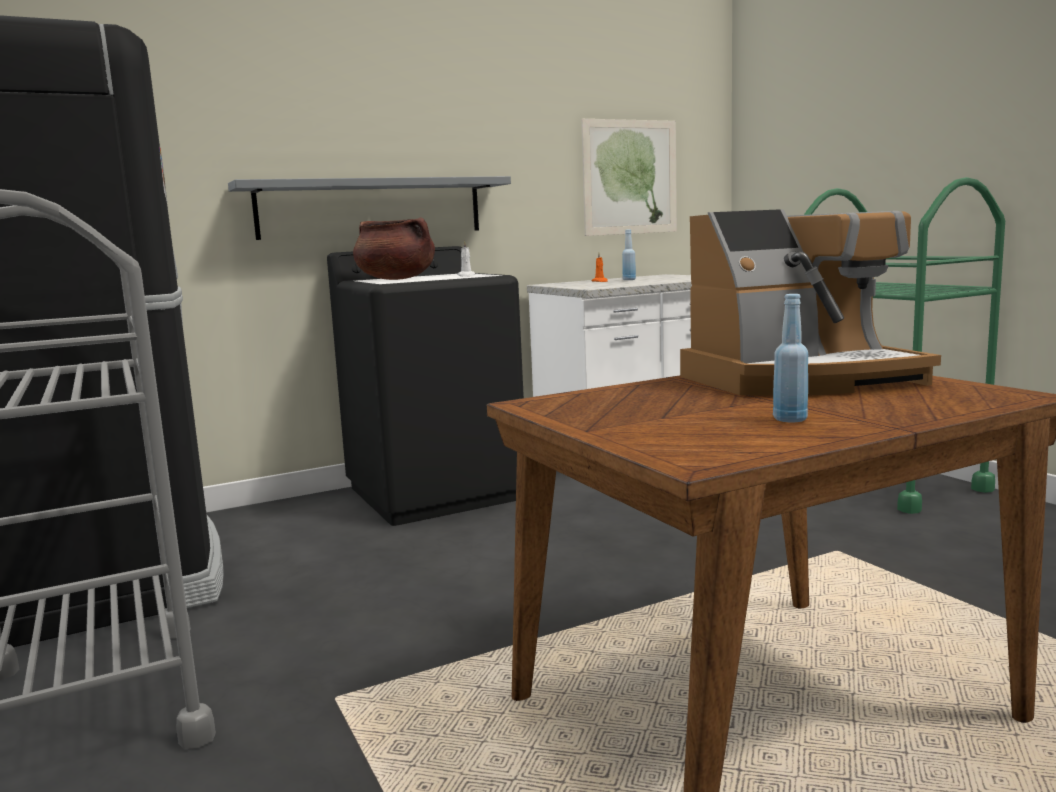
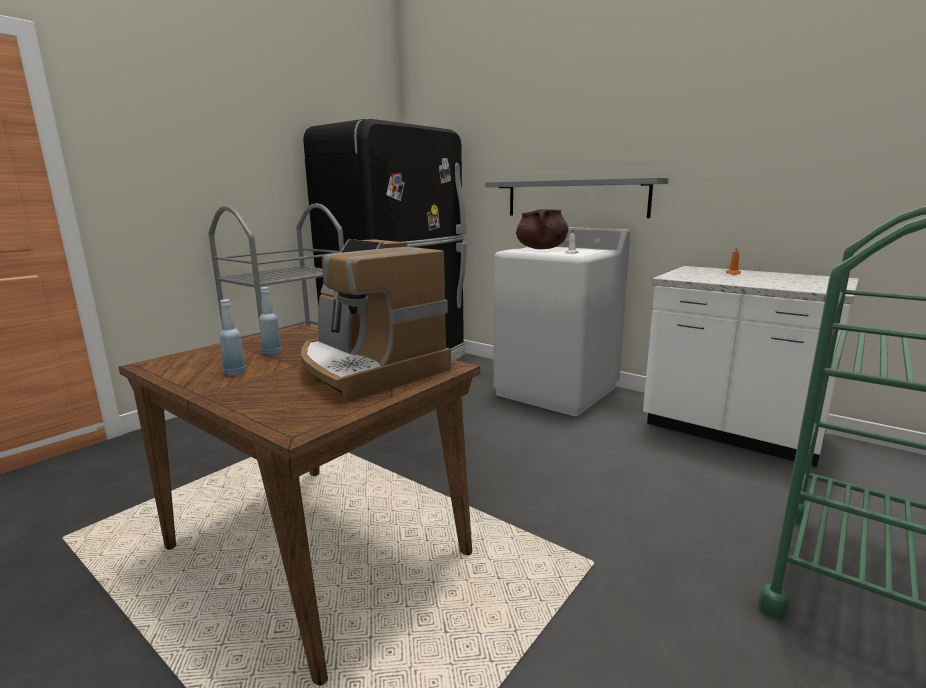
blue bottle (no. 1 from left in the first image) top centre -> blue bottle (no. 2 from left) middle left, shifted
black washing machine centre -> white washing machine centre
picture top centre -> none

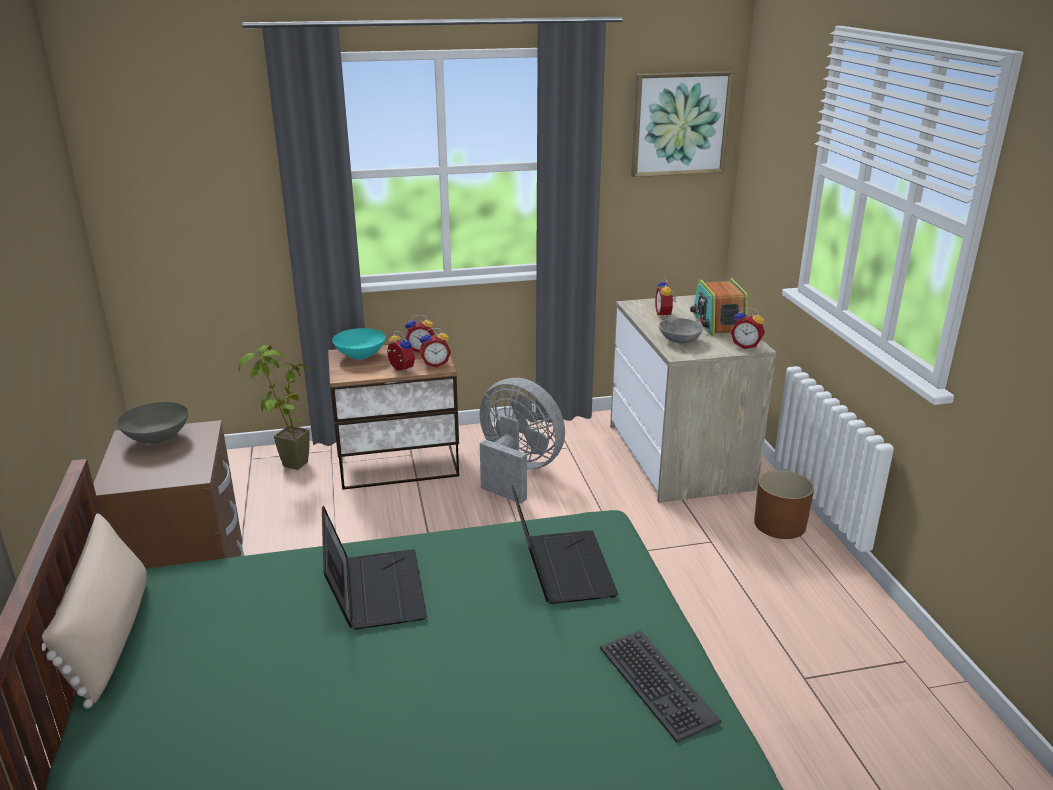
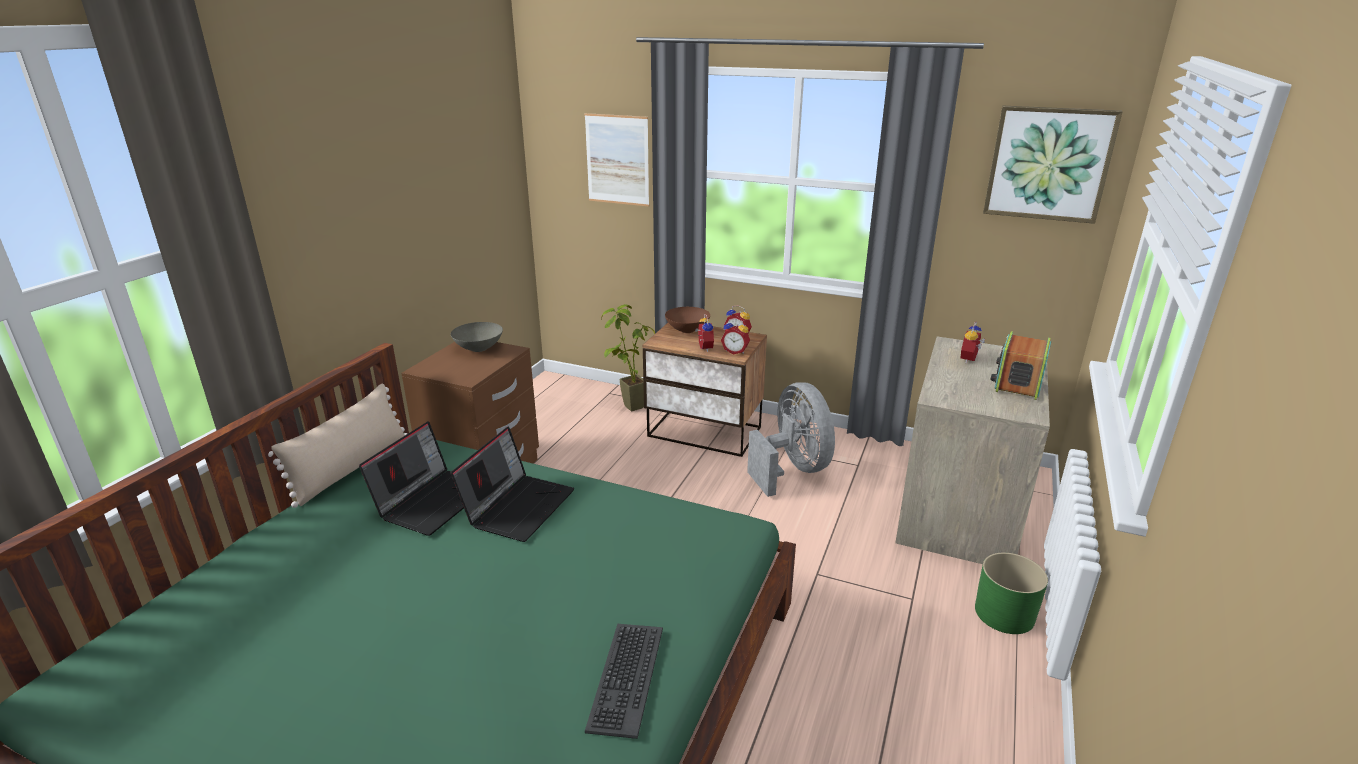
laptop (no. 2 from left in the first image) bottom centre -> laptop (no. 1 from left) middle left, shifted
none -> picture (no. 1 from left) top centre
turquoise bowl centre -> brown bowl centre
brown planter middle right -> green planter bottom right
grey bowl (no. 2 from left) centre -> none
alarm clock (no. 5 from left) middle right -> none

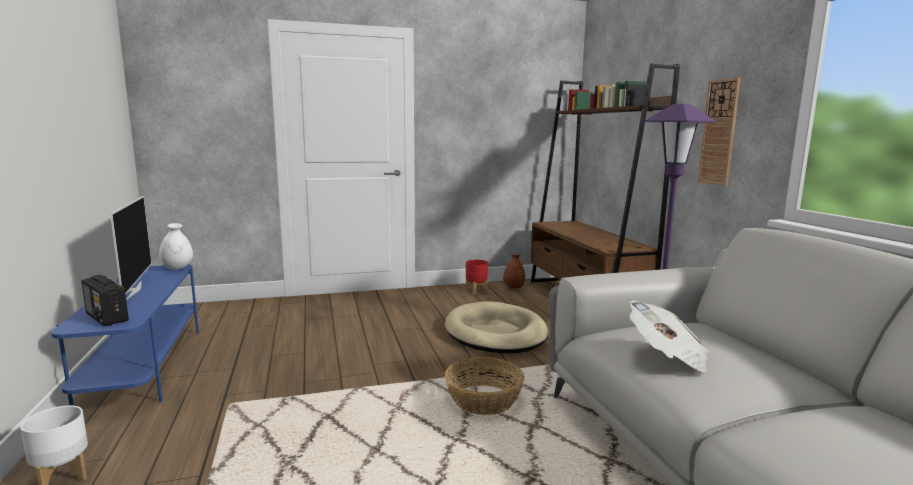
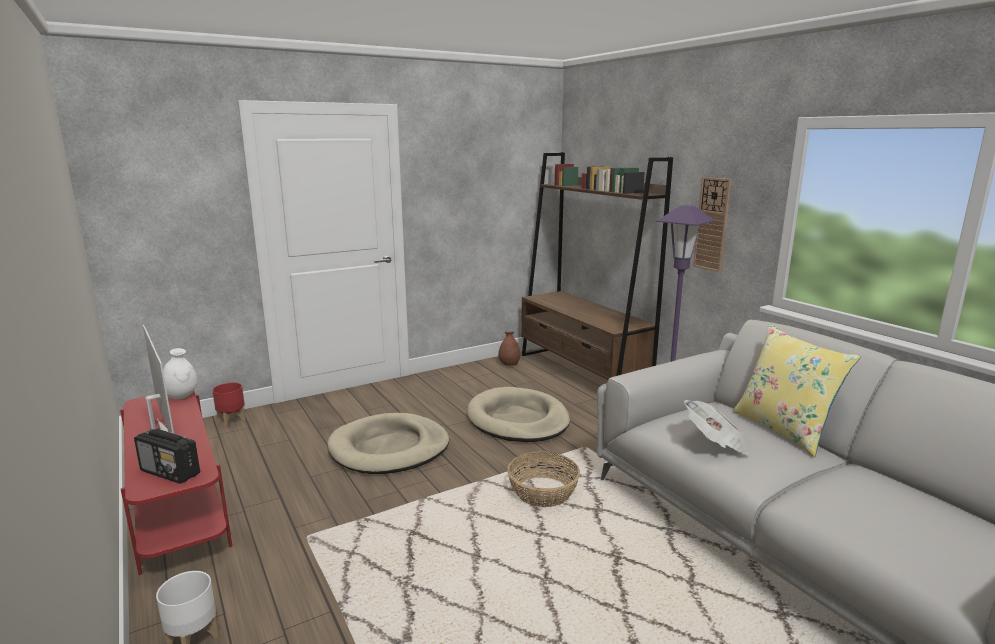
blue tv stand bottom left -> red tv stand bottom left
red planter centre -> red planter middle left, shifted
none -> beige dog bed (no. 1 from left) bottom centre
none -> yellow pillow middle right

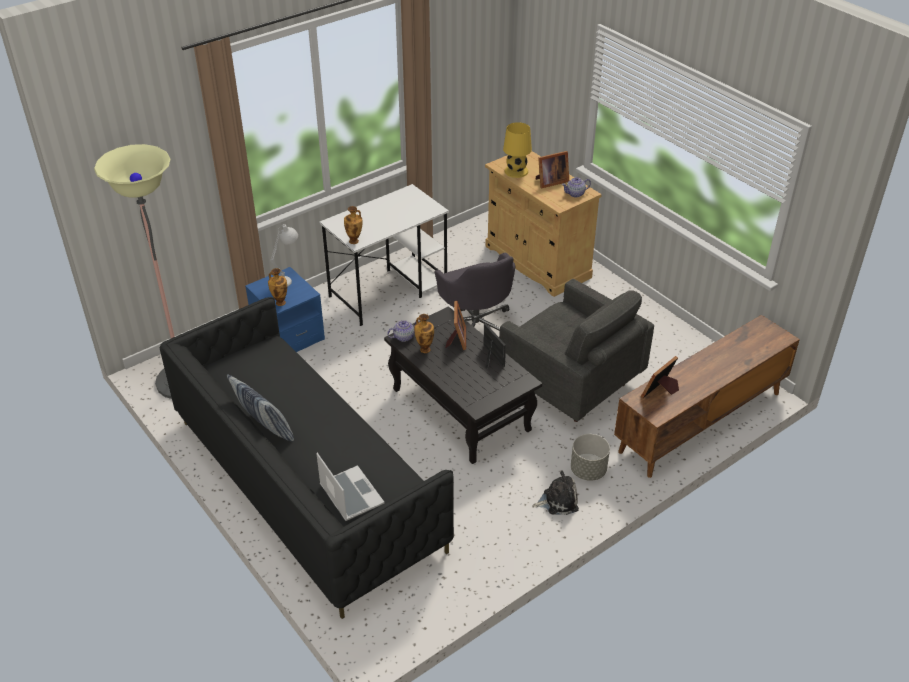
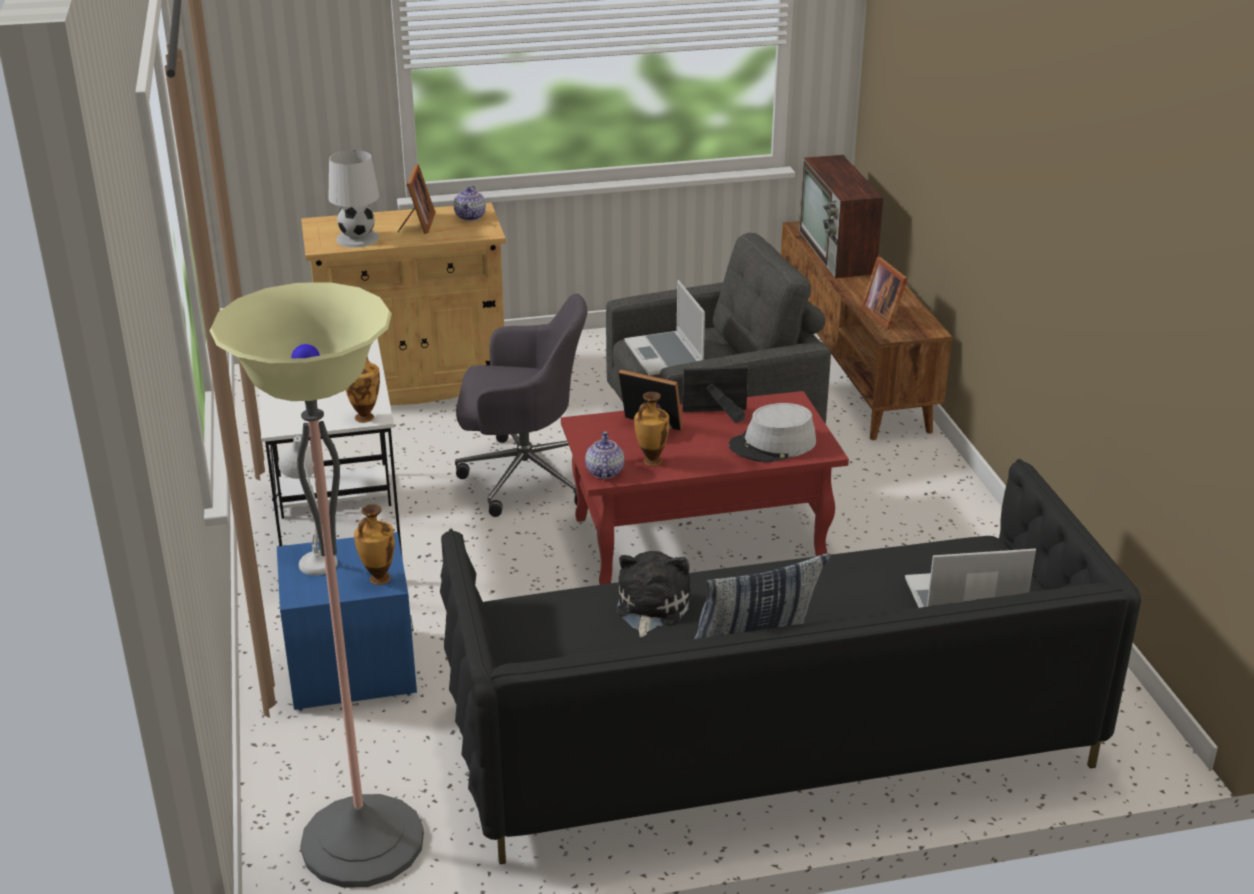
yellow table lamp top centre -> white table lamp (no. 2 from left) top left
black coffee table centre -> red coffee table centre
plush toy bottom centre -> plush toy centre, shifted
none -> laptop (no. 1 from left) centre
none -> grey hat centre
none -> television top right
grey planter bottom centre -> none

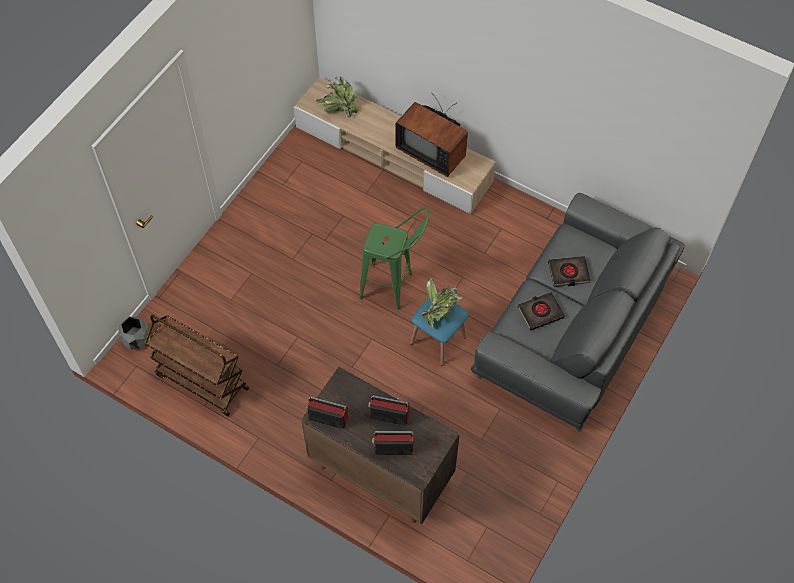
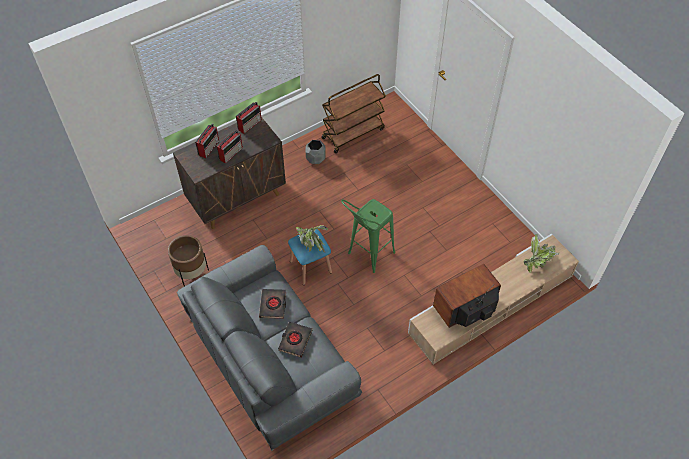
none -> brown planter middle left
grey planter middle left -> grey planter top centre, shifted

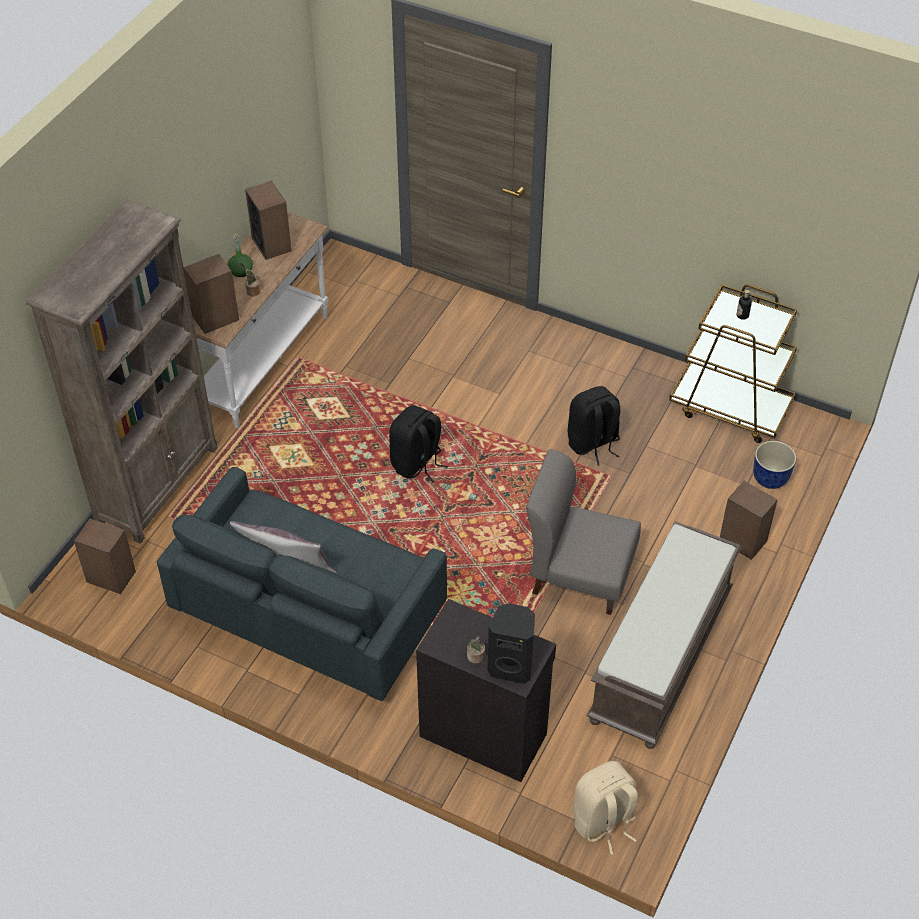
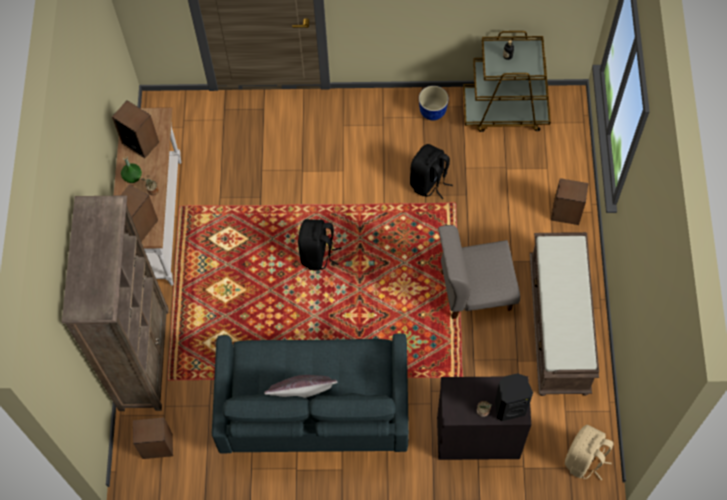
planter middle right -> planter top centre, shifted

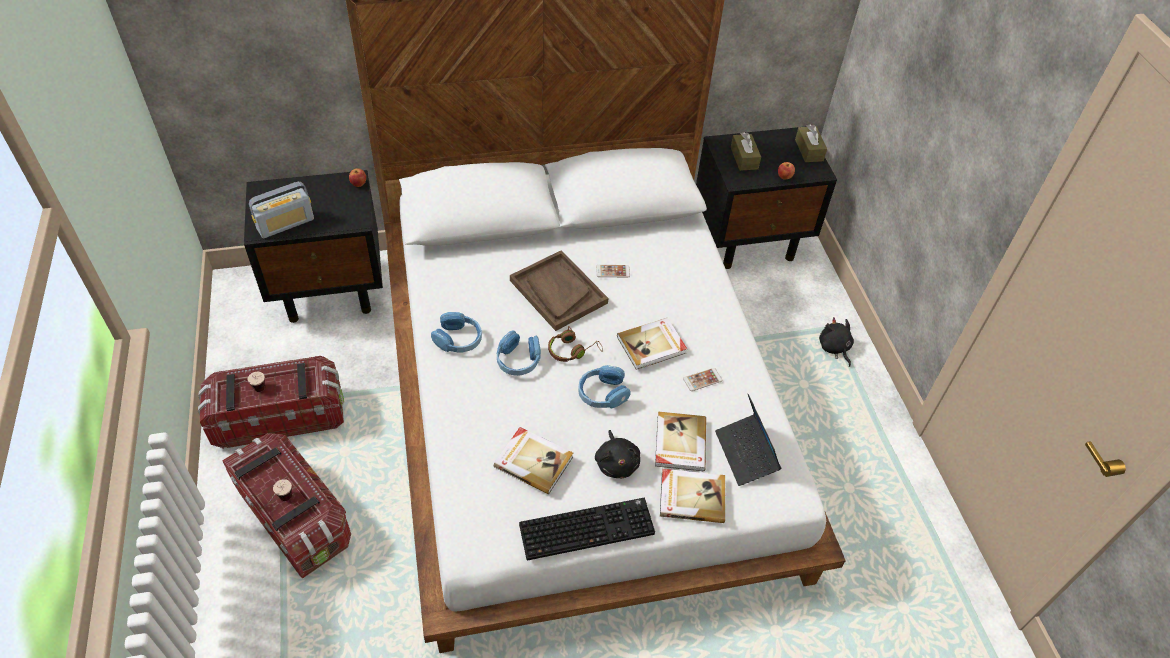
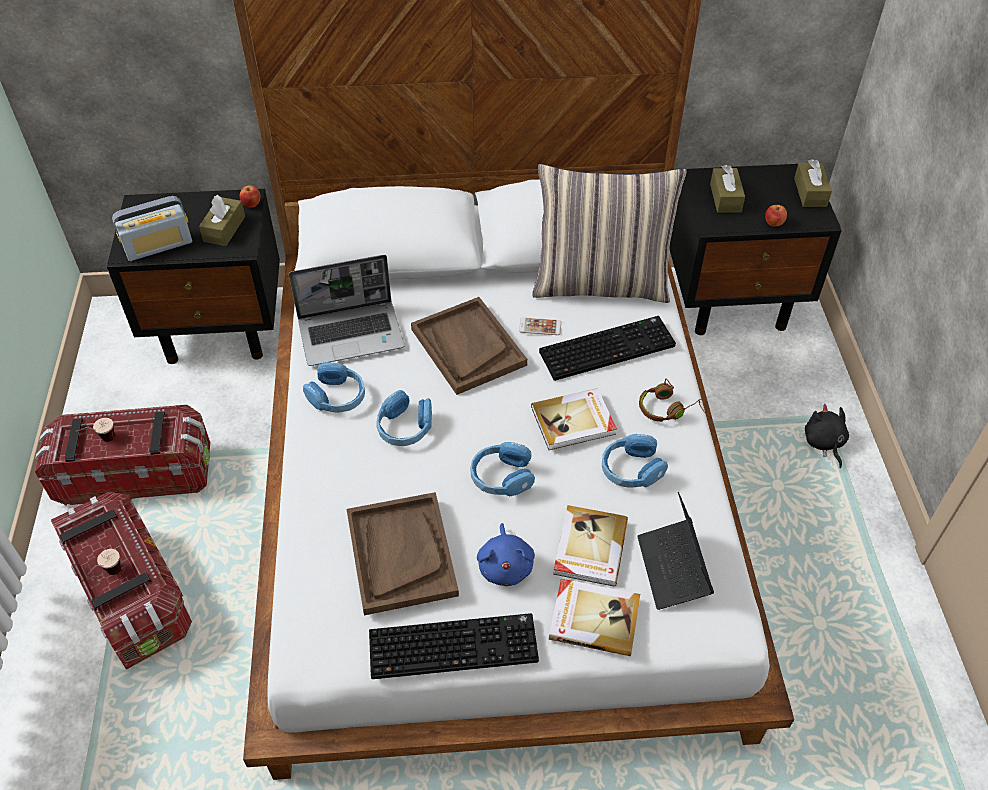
none -> brown tissue box (no. 1 from left) top left
none -> laptop (no. 1 from left) centre
book (no. 1 from left) bottom centre -> brown tray (no. 1 from left) bottom centre
black plush toy (no. 1 from left) bottom centre -> blue plush toy bottom centre
none -> pillow top centre
none -> keyboard (no. 2 from left) centre
phone (no. 2 from left) centre -> blue headphones (no. 4 from left) centre
brown headphones centre -> brown headphones middle right, shifted

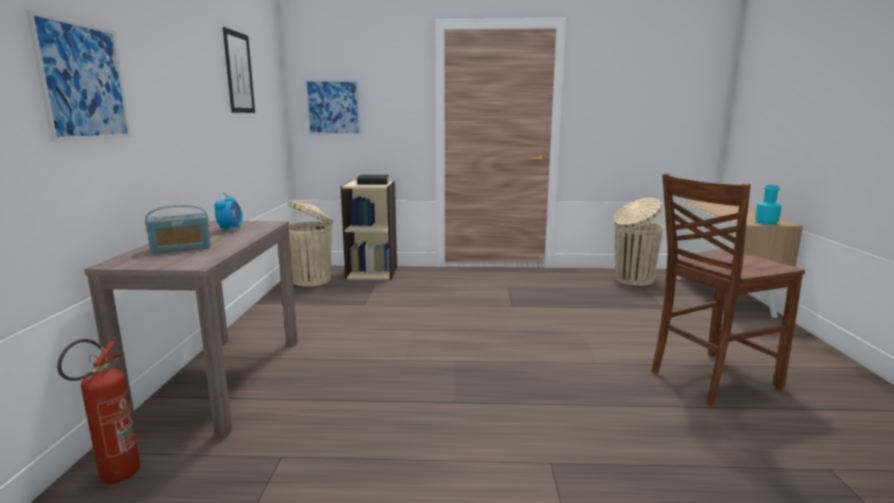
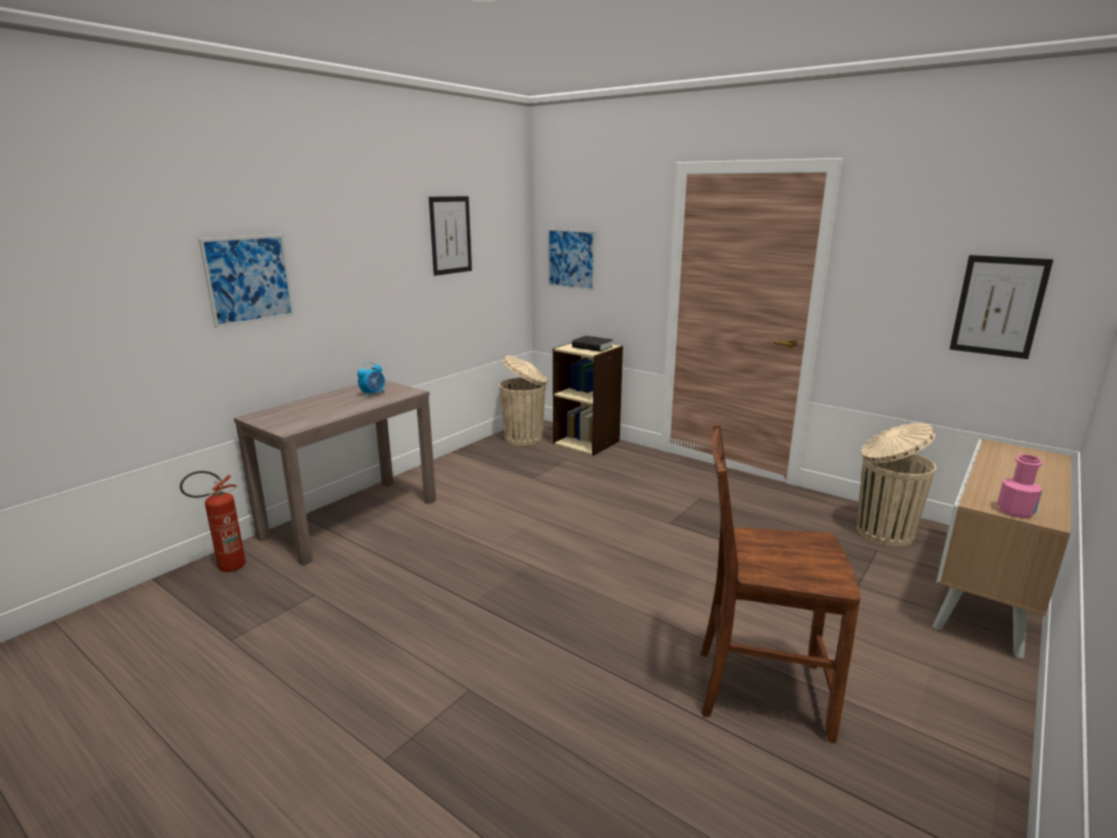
none -> picture (no. 4 from left) middle right
turquoise bottle middle right -> pink bottle middle right
radio middle left -> none

